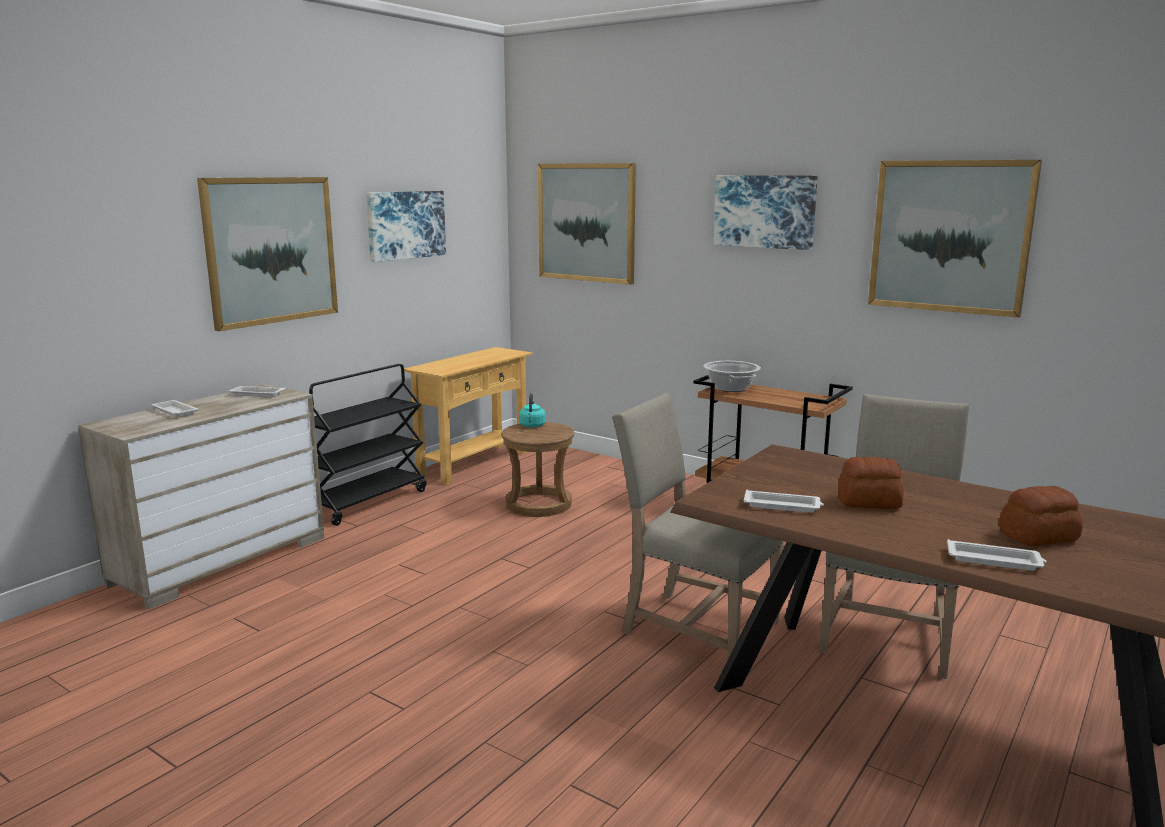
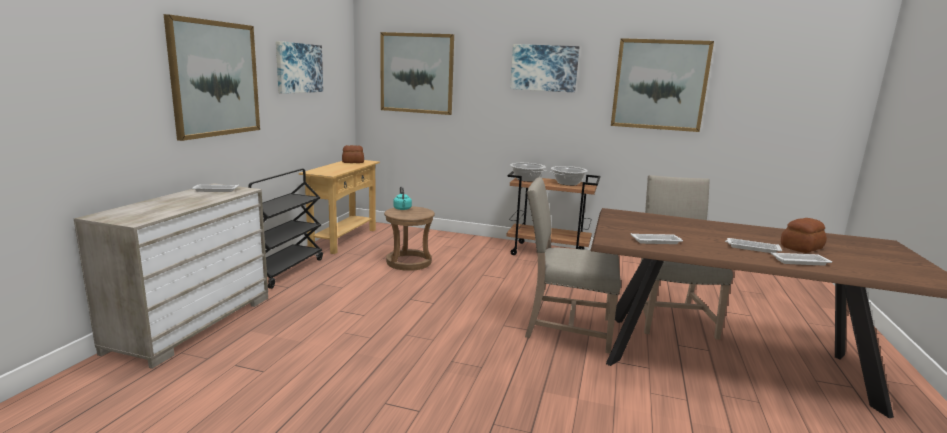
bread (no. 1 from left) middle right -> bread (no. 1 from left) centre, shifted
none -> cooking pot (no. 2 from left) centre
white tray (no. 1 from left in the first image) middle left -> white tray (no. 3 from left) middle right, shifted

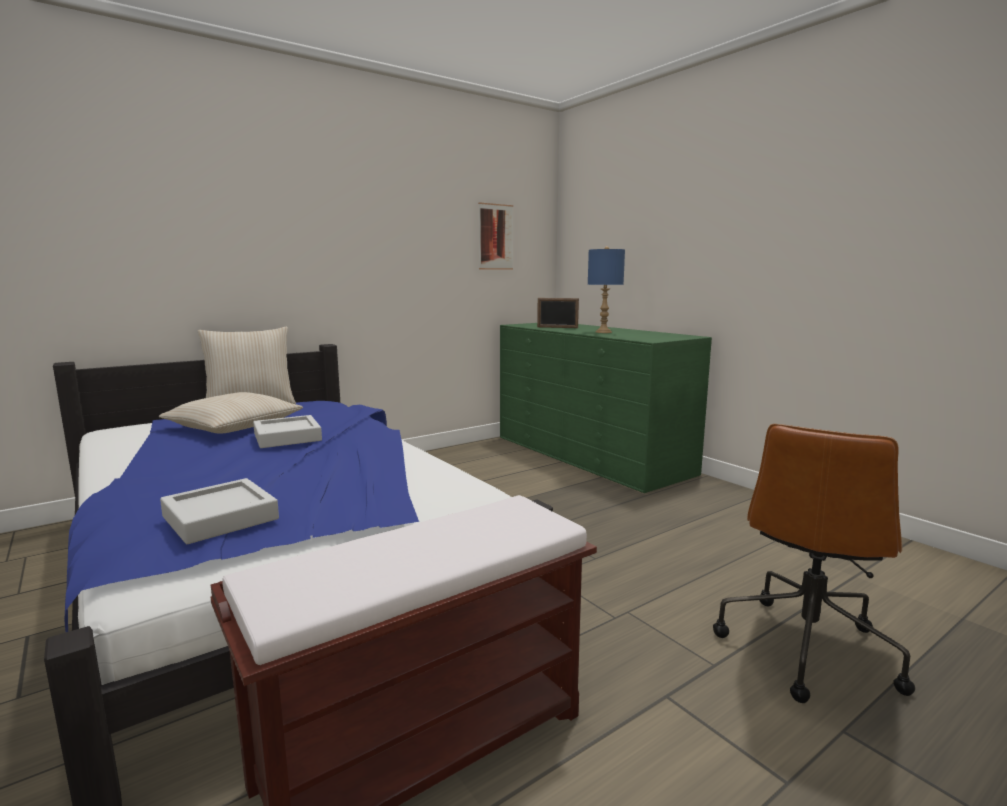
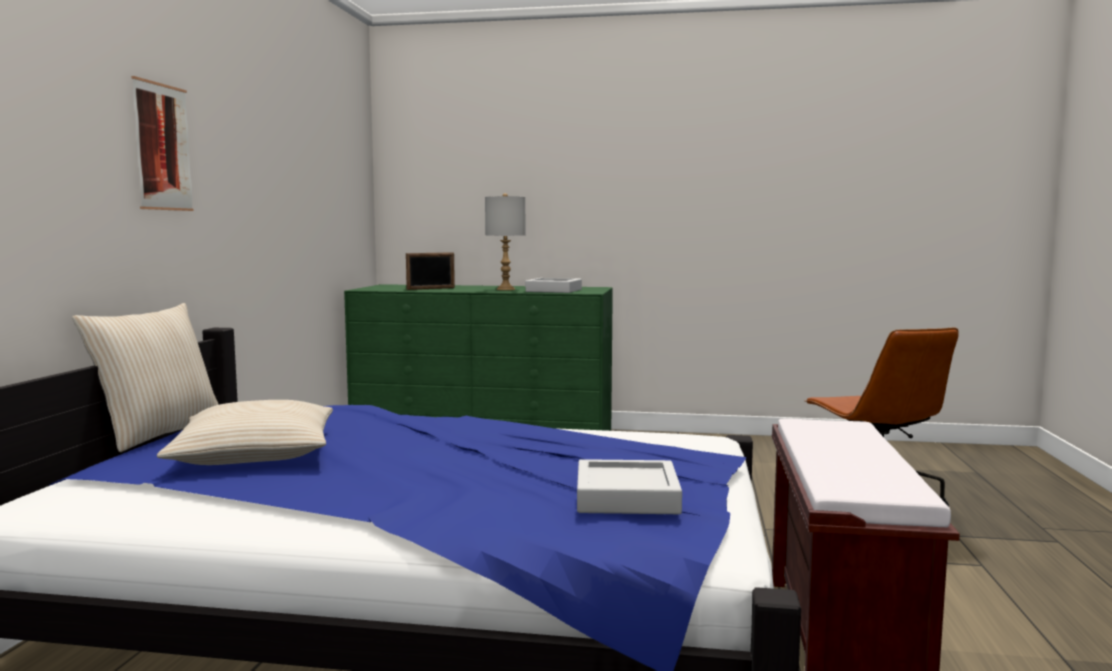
picture top centre -> picture top left, shifted
blue table lamp centre -> grey table lamp centre
grey tray (no. 2 from left in the first image) middle left -> grey tray (no. 1 from left) centre, shifted

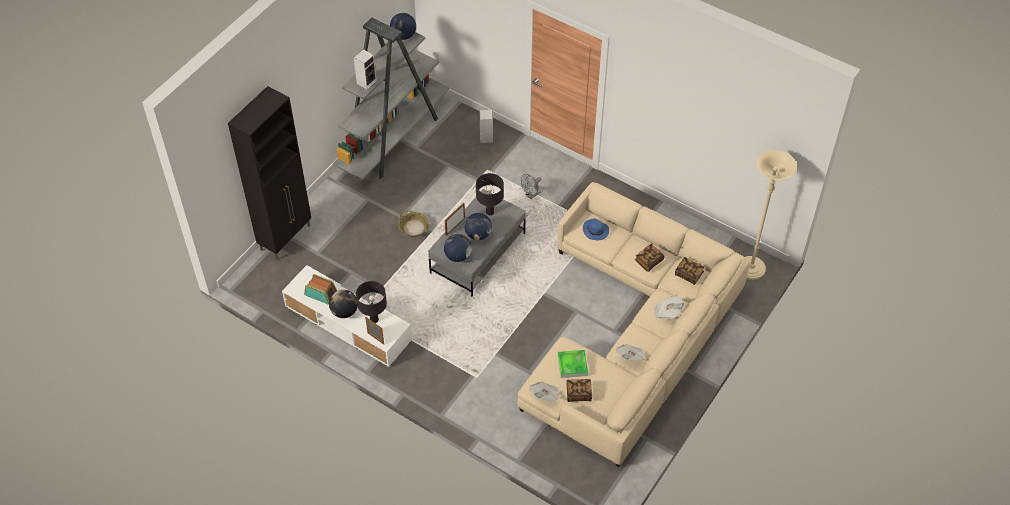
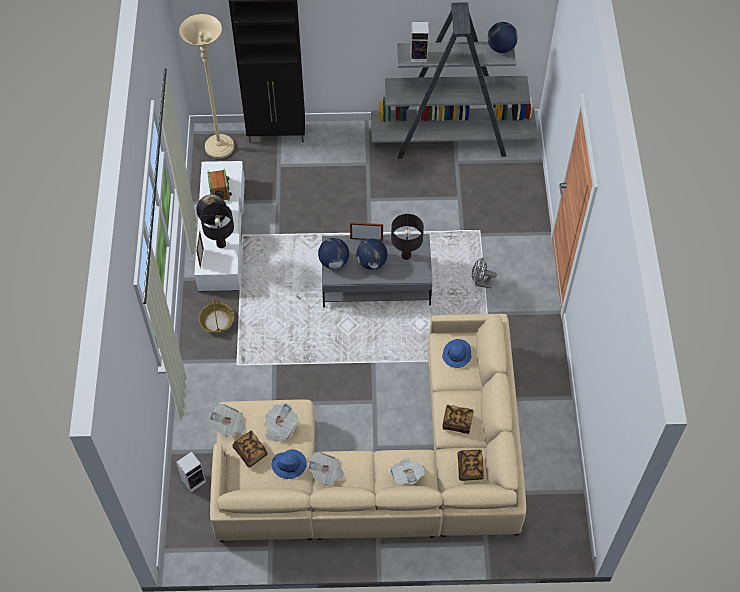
speaker (no. 2 from left in the first image) top centre -> speaker (no. 1 from left) bottom left, shifted
beige floor lamp middle right -> beige floor lamp top left, shifted
basket centre -> basket middle left, shifted
tray bottom centre -> newspaper (no. 2 from left) bottom centre
none -> blue hat (no. 1 from left) bottom centre

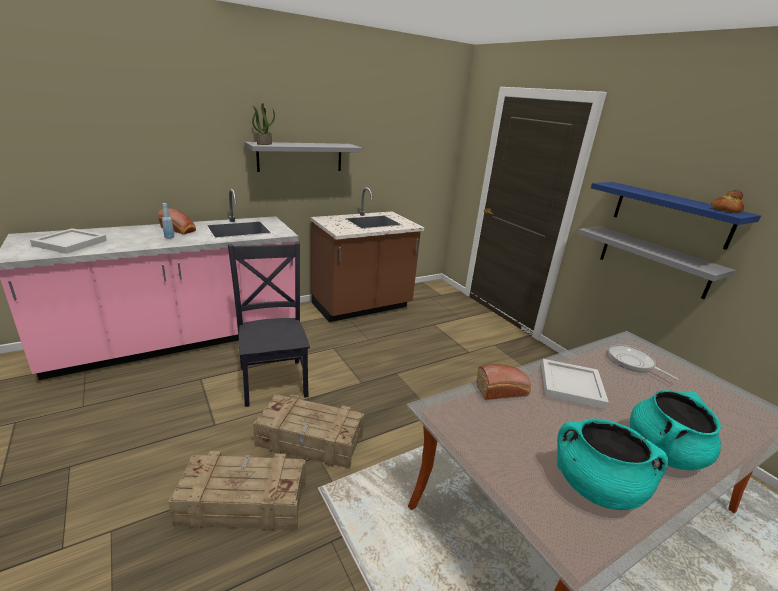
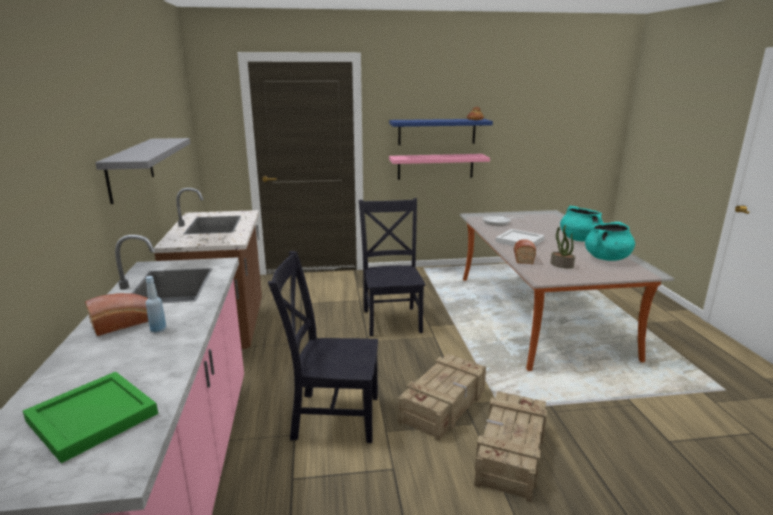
white tray (no. 1 from left) middle left -> green tray bottom left
none -> black chair (no. 2 from left) centre
grey shelf (no. 2 from left) middle right -> pink shelf top centre
potted plant top centre -> potted plant middle right, shifted

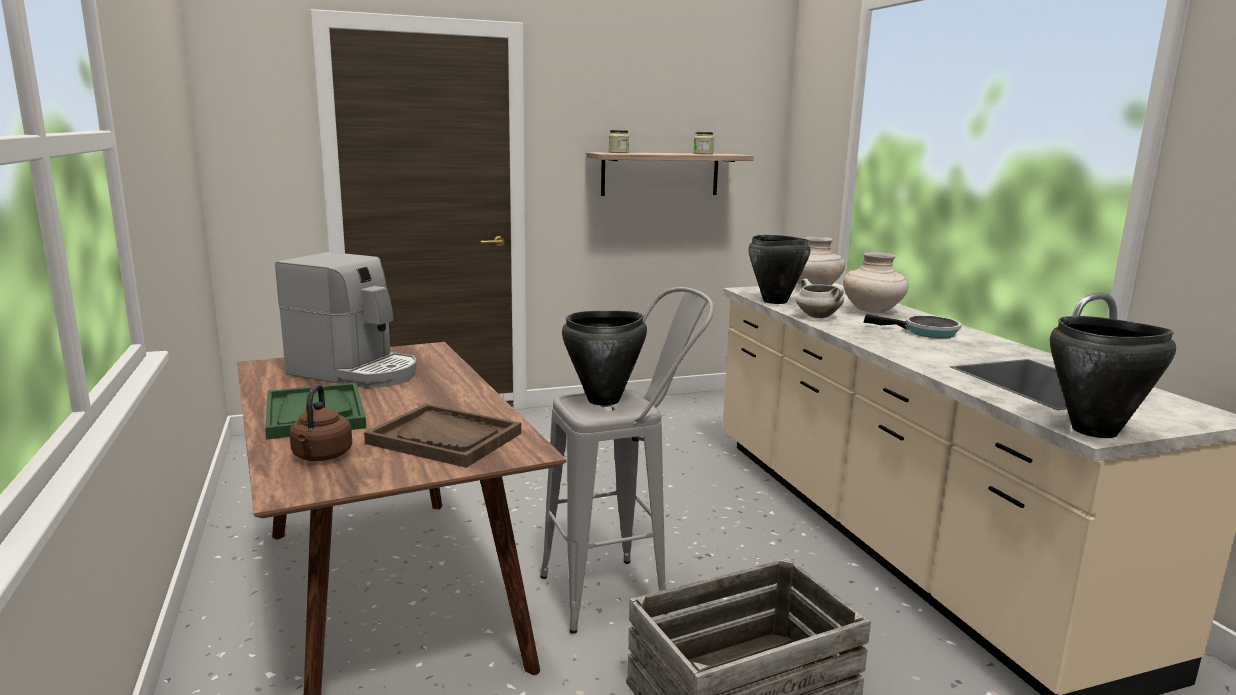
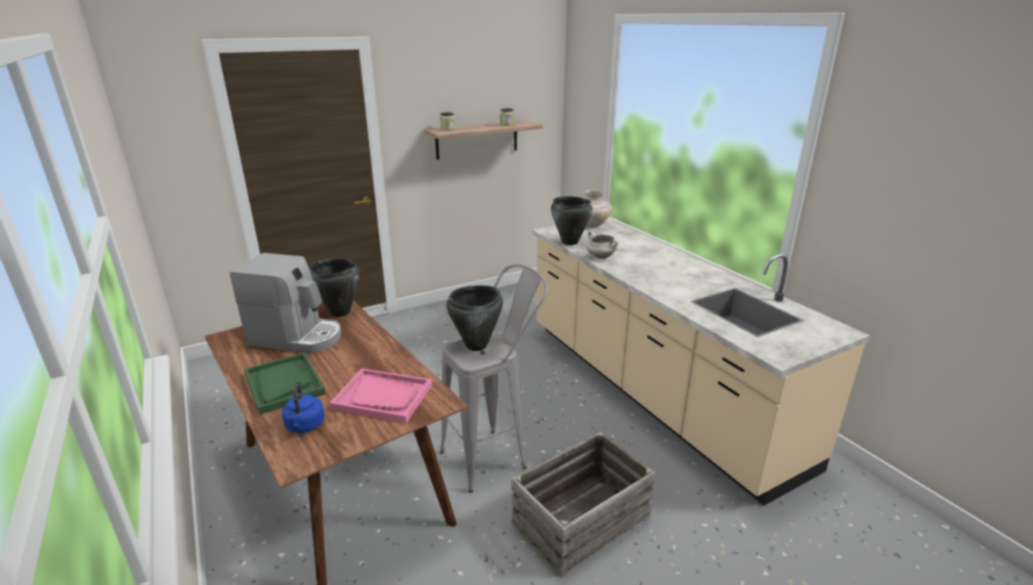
brown kettle middle left -> blue kettle bottom left
black cooking pot (no. 3 from left in the first image) middle right -> black cooking pot (no. 1 from left) middle left, shifted
brown tray centre -> pink tray bottom centre
beige vase (no. 2 from left) middle right -> none
frying pan middle right -> none

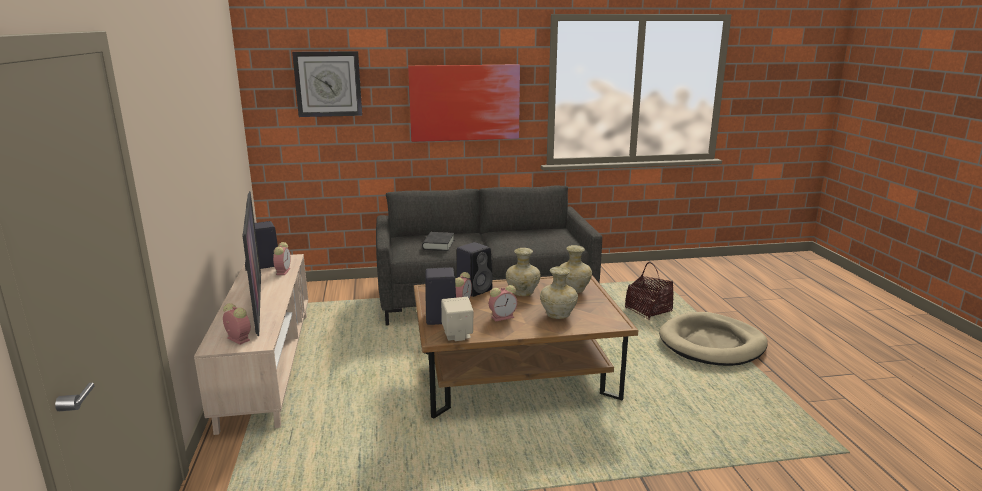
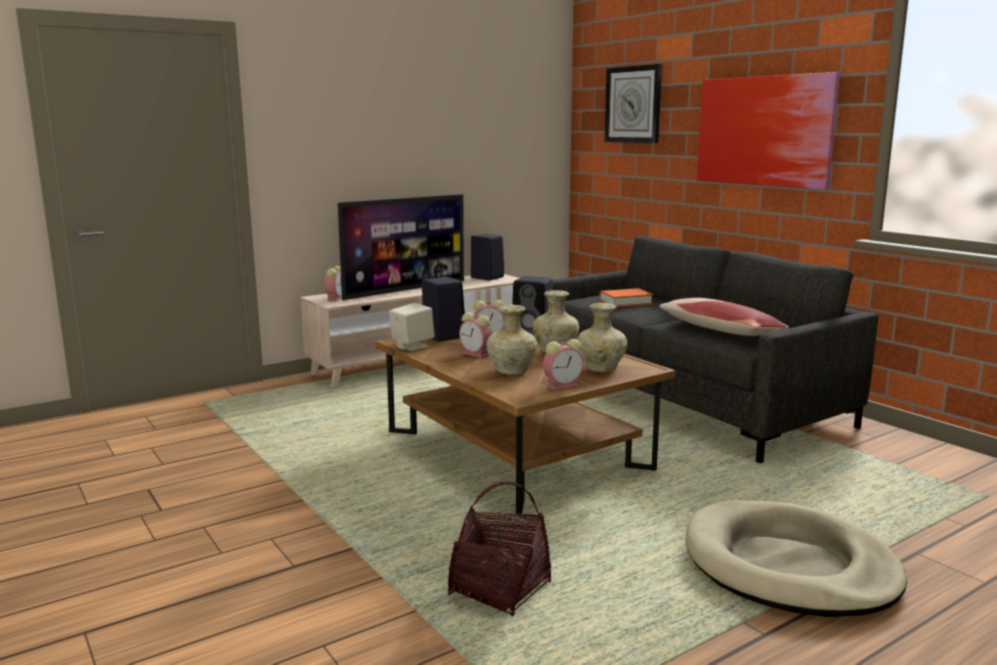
basket centre -> basket bottom centre, shifted
alarm clock (no. 2 from left in the first image) middle left -> alarm clock (no. 4 from left) centre, shifted
black book centre -> orange book centre
none -> pillow middle right

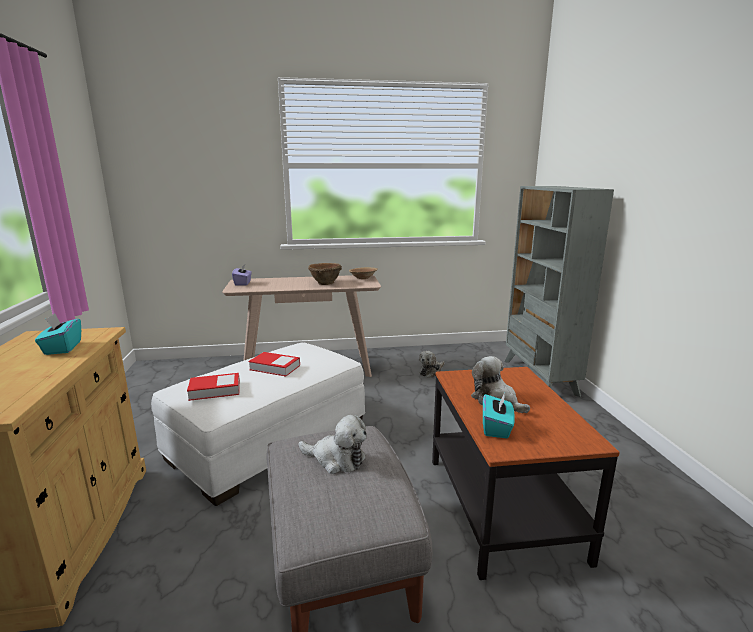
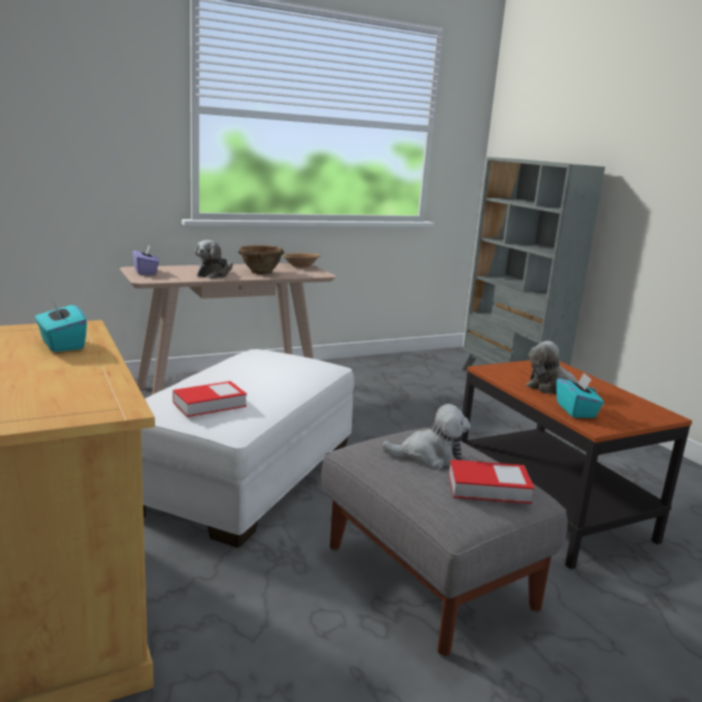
plush toy (no. 2 from left in the first image) centre -> plush toy (no. 1 from left) middle left, shifted
book (no. 2 from left) centre -> book (no. 2 from left) bottom right, shifted

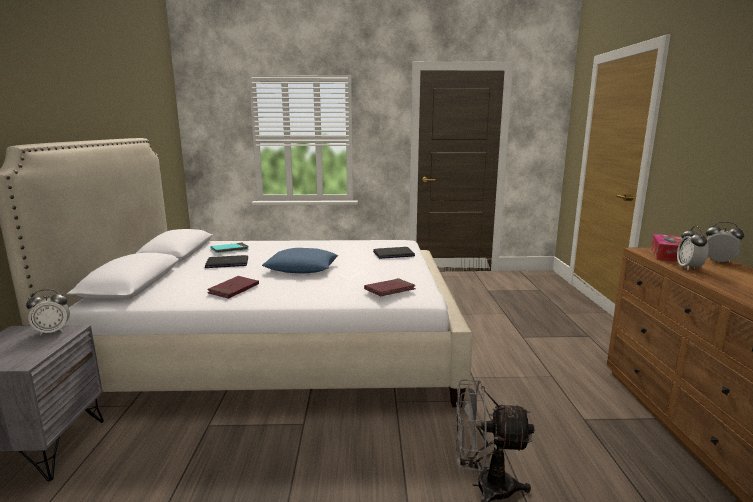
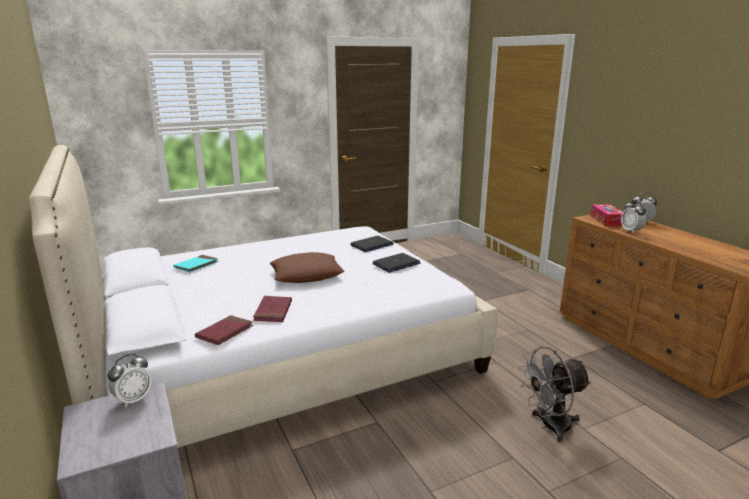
red book (no. 2 from left in the first image) centre -> red book (no. 1 from left) middle left, shifted
blue pillow centre -> brown pillow centre
laptop (no. 1 from left in the first image) middle left -> laptop (no. 2 from left) centre, shifted

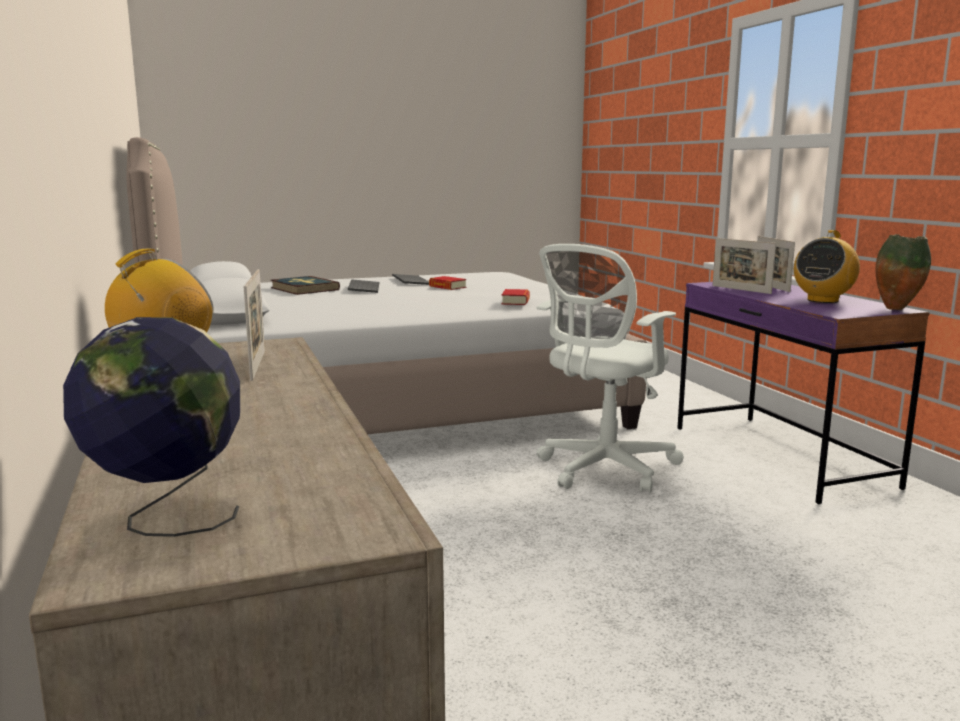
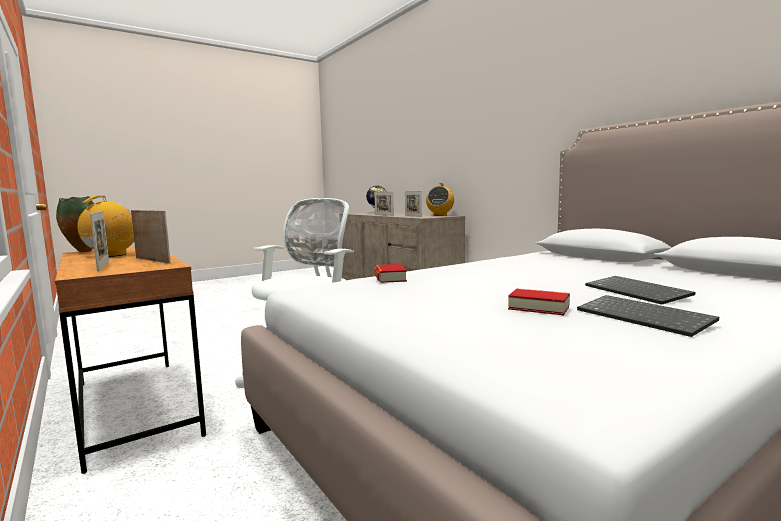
purple desk middle right -> brown desk bottom left
none -> picture frame (no. 3 from left) centre
book (no. 1 from left) middle left -> none

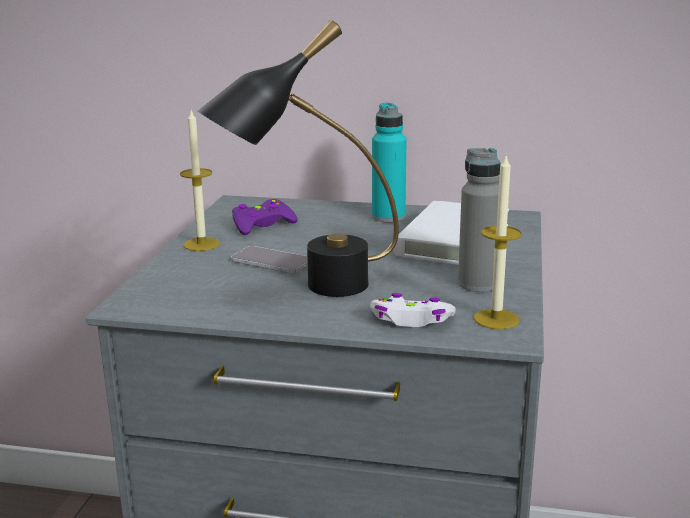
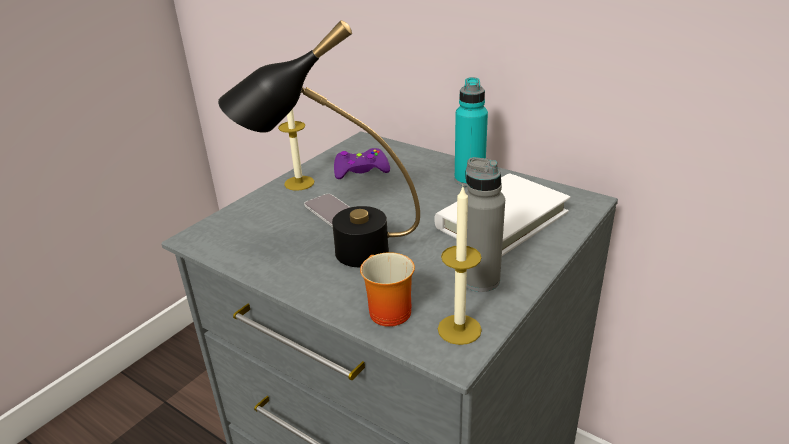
white game controller centre -> mug centre

